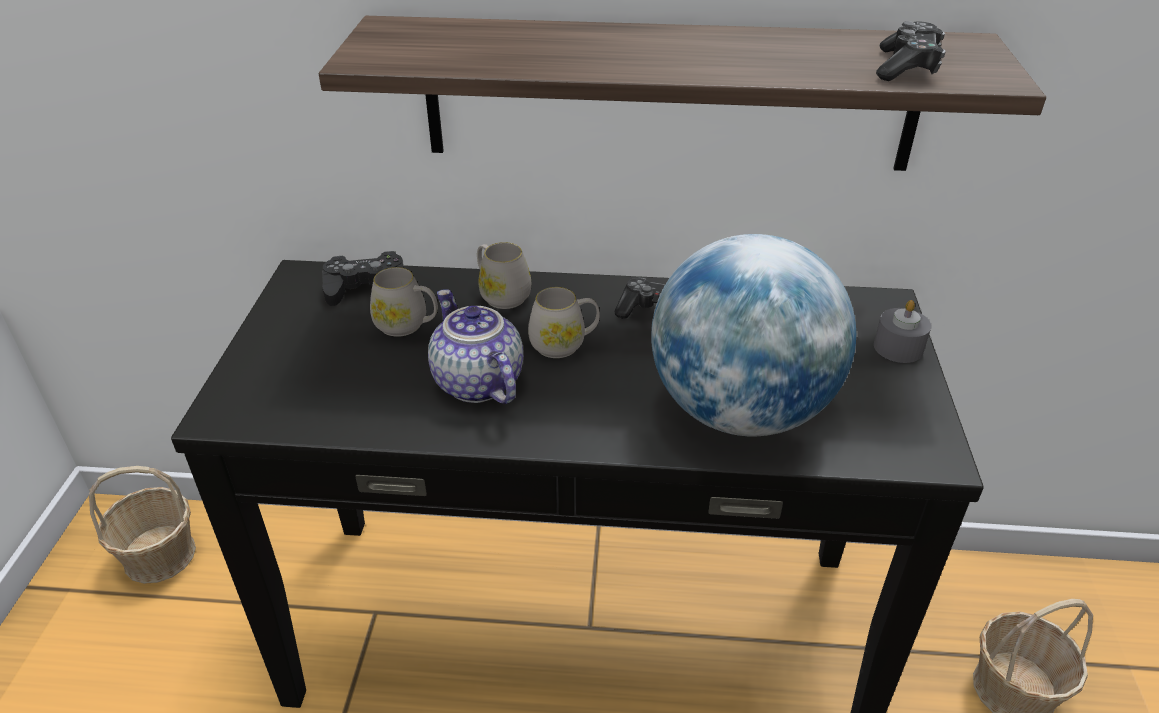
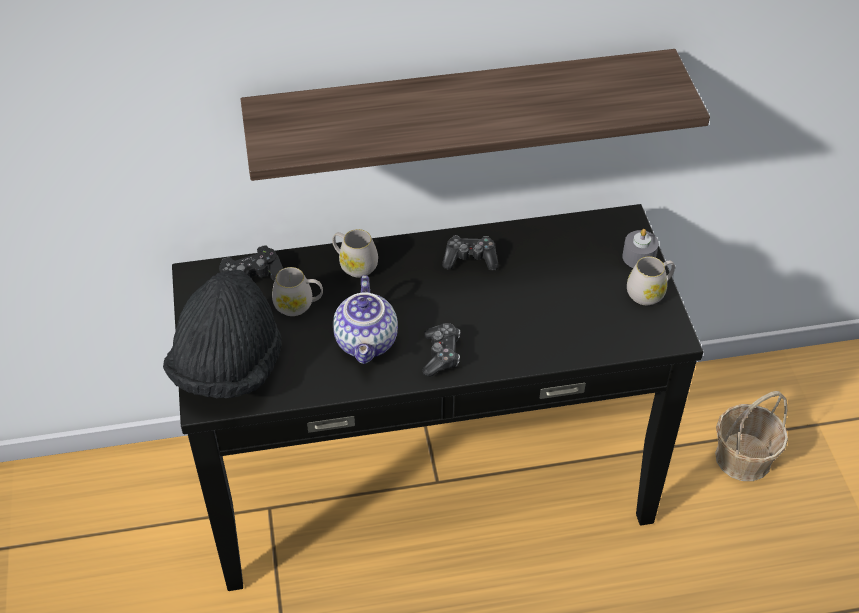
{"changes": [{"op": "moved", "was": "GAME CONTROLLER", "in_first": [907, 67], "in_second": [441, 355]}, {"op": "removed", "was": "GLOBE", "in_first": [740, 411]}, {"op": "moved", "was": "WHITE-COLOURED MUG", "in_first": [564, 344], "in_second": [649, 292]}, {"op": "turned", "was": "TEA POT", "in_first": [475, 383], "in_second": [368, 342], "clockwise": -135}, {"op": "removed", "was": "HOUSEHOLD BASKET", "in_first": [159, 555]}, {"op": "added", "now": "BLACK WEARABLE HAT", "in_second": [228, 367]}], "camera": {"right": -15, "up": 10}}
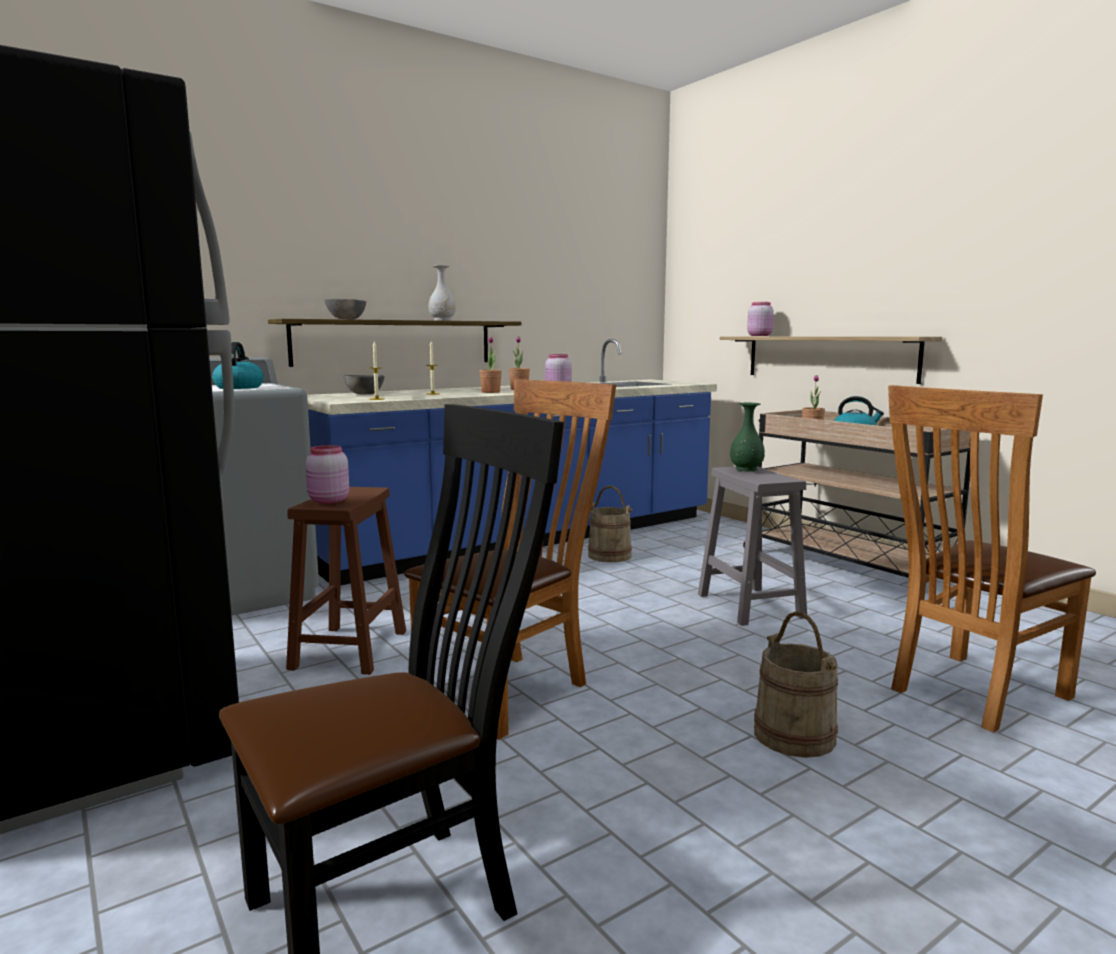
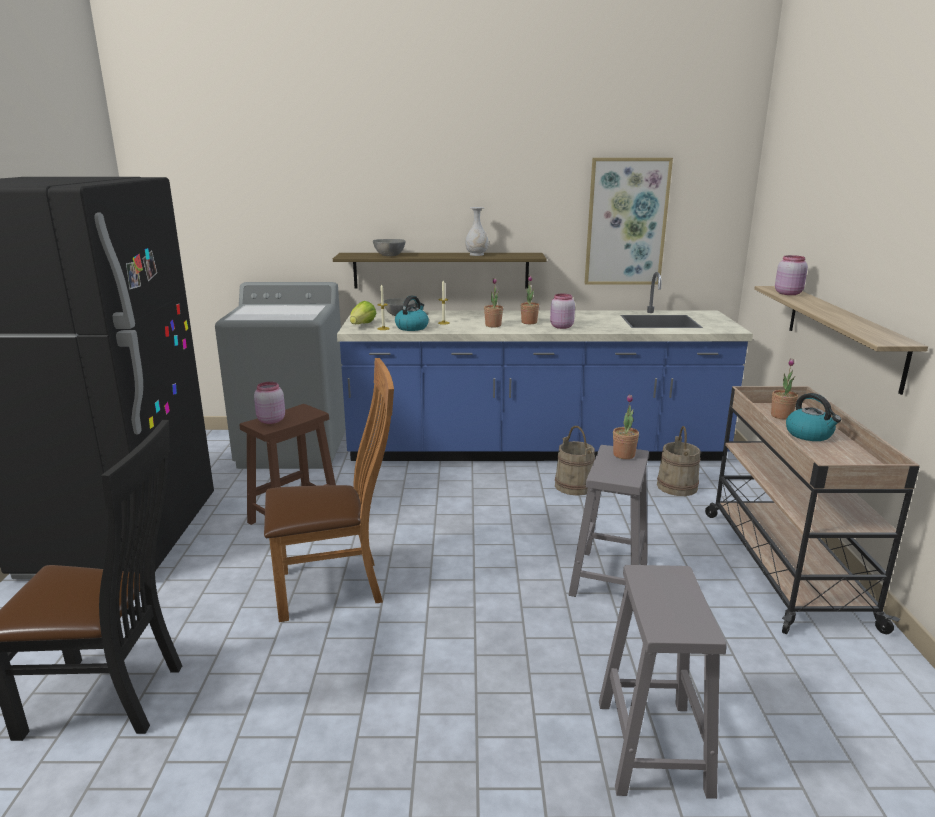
{"changes": [{"op": "moved", "was": "KETTLE", "in_first": [239, 387], "in_second": [412, 327]}, {"op": "replaced", "was": "BROWNISH PLAIN CHAIR", "now": "GRAY STOOL", "in_first": [970, 693], "in_second": [652, 745]}, {"op": "replaced", "was": "GREEN VASE", "now": "POTTED PLANT", "in_first": [746, 469], "in_second": [624, 455]}, {"op": "moved", "was": "BEIGE-COLOURED WATER BUCKET", "in_first": [794, 735], "in_second": [677, 486]}, {"op": "added", "now": "PICTURE", "in_second": [626, 222]}, {"op": "added", "now": "LETTUCE HEAD", "in_second": [362, 325]}], "camera": {"right": 35, "up": 10}}
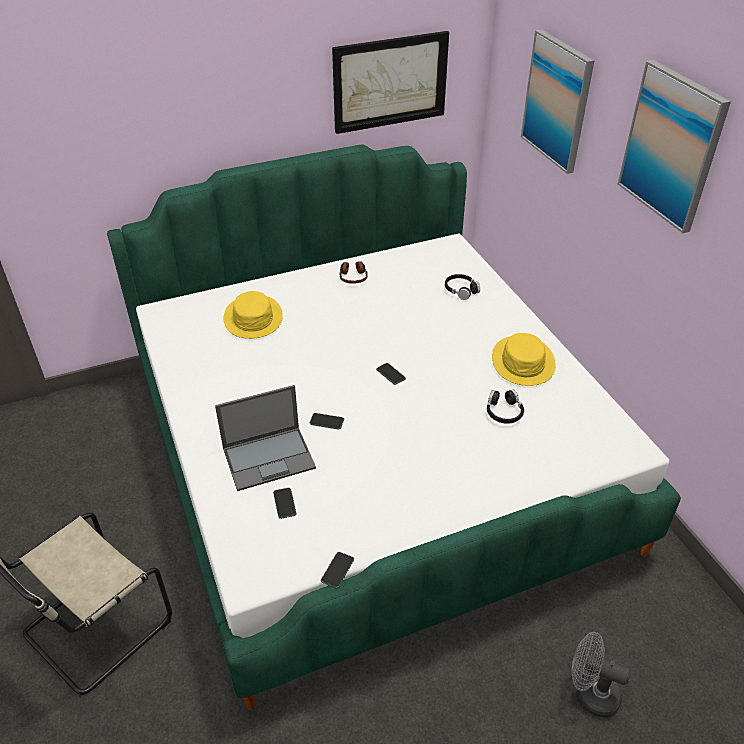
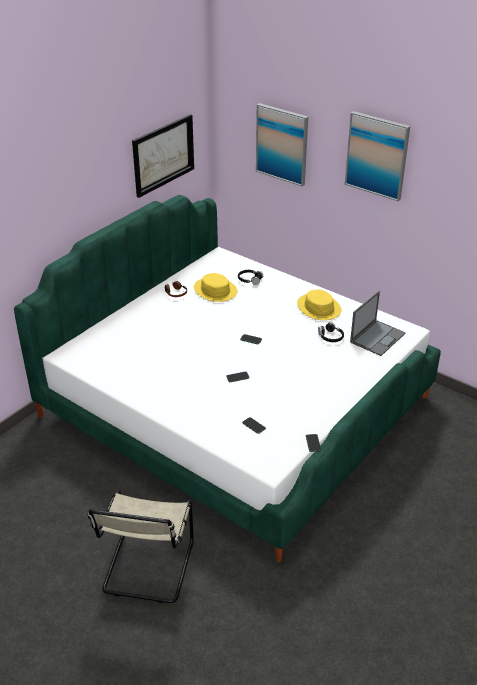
{"changes": [{"op": "moved", "was": "YELLOW-COLOURED WEARABLE HAT", "in_first": [253, 318], "in_second": [215, 290]}, {"op": "moved", "was": "PORTABLE COMPUTER", "in_first": [270, 457], "in_second": [377, 337]}, {"op": "removed", "was": "GRAY FAN", "in_first": [590, 693]}], "camera": {"right": -30, "up": -5}}
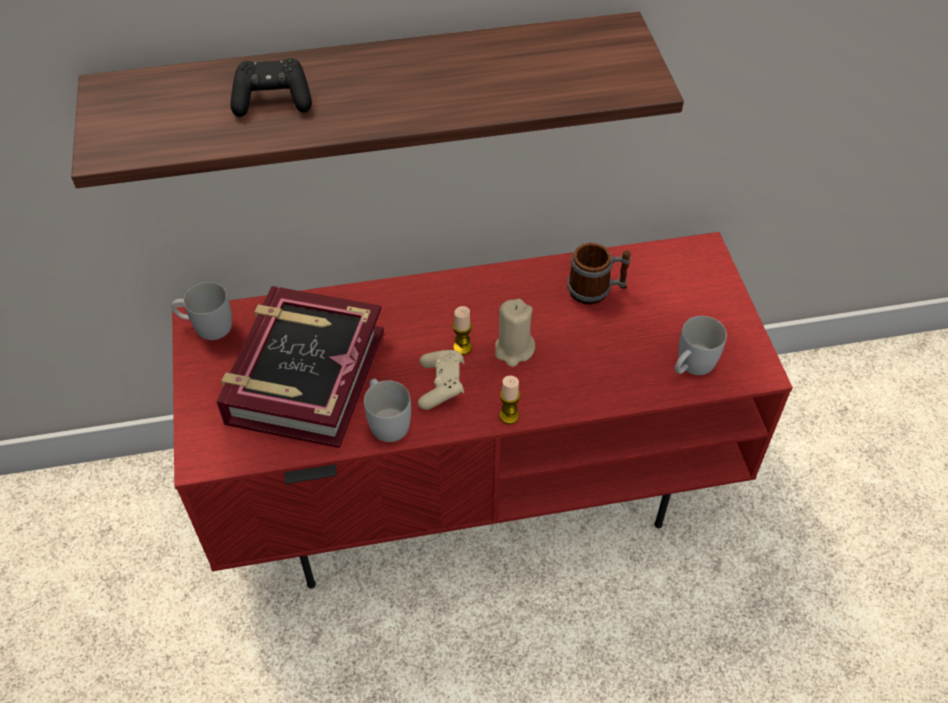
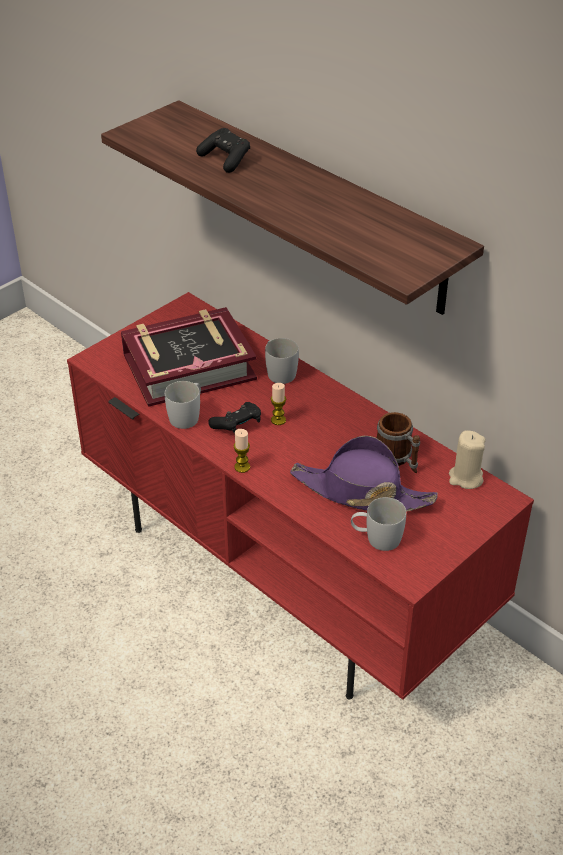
{"changes": [{"op": "moved", "was": "WHITE-COLOURED MUG", "in_first": [206, 326], "in_second": [279, 372]}, {"op": "moved", "was": "BEIGE-COLOURED WAX LIGHT", "in_first": [514, 350], "in_second": [465, 478]}, {"op": "recoloured", "was": "BEIGE-COLOURED GAME CONTROLLER", "now": "BLACK GAME CONTROLLER", "in_first": [441, 385], "in_second": [237, 426]}, {"op": "added", "now": "PURPLE WEARABLE HAT", "in_second": [361, 492]}], "camera": {"right": 55, "up": -10}}
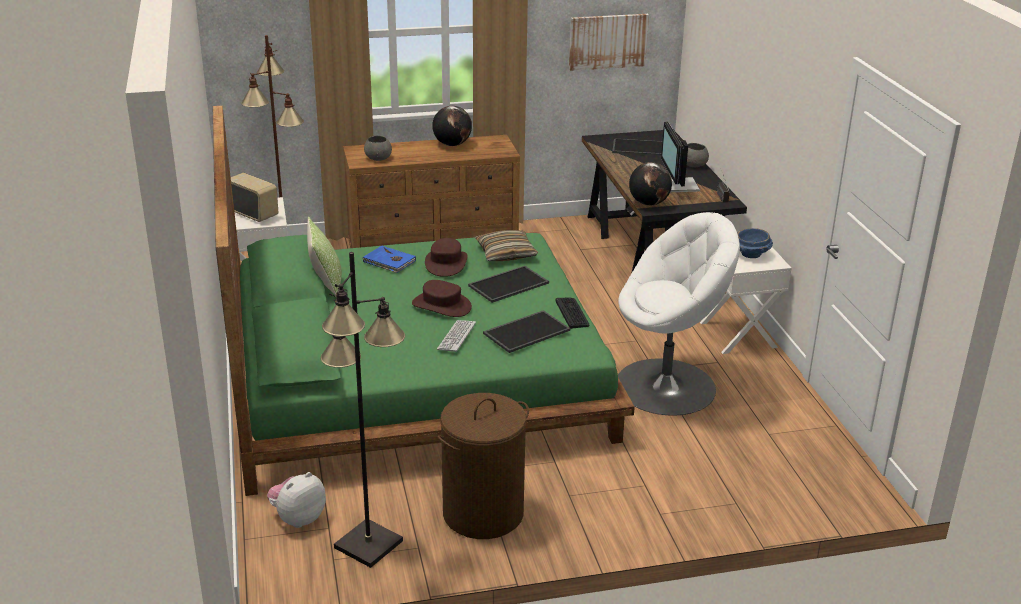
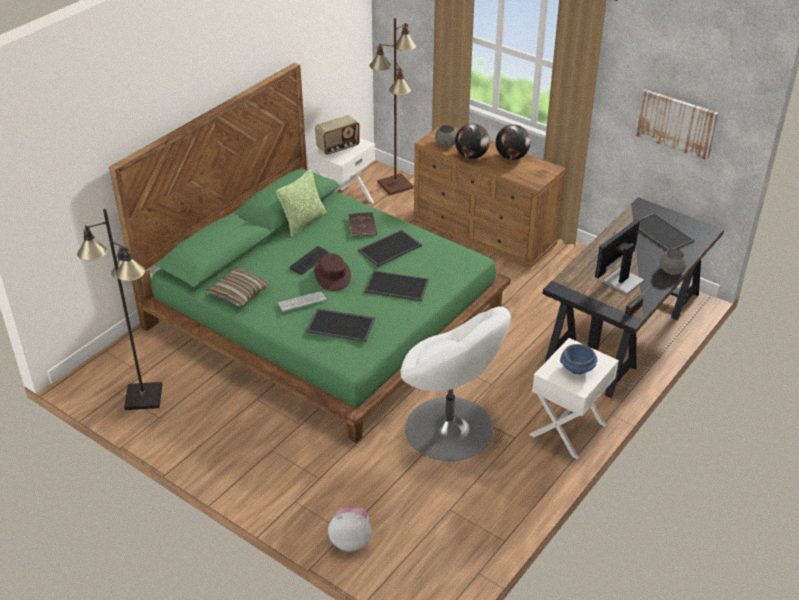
{"changes": [{"op": "moved", "was": "GLOBE", "in_first": [648, 203], "in_second": [471, 156]}, {"op": "turned", "was": "RADIO SET", "in_first": [253, 214], "in_second": [338, 148], "clockwise": 60}, {"op": "moved", "was": "CUSHION", "in_first": [506, 253], "in_second": [239, 293]}, {"op": "replaced", "was": "BROWNISH WEARABLE HAT", "now": "TRAY", "in_first": [446, 263], "in_second": [389, 247]}, {"op": "recoloured", "was": "BLUISH BOOK", "now": "BROWNISH BOOK", "in_first": [389, 262], "in_second": [361, 226]}, {"op": "moved", "was": "PC KEYBOARD", "in_first": [572, 313], "in_second": [309, 261]}, {"op": "removed", "was": "BROWNISH HAMPER", "in_first": [483, 514]}, {"op": "moved", "was": "SOFT TOY", "in_first": [298, 518], "in_second": [351, 540]}], "camera": {"right": 50, "up": 10}}
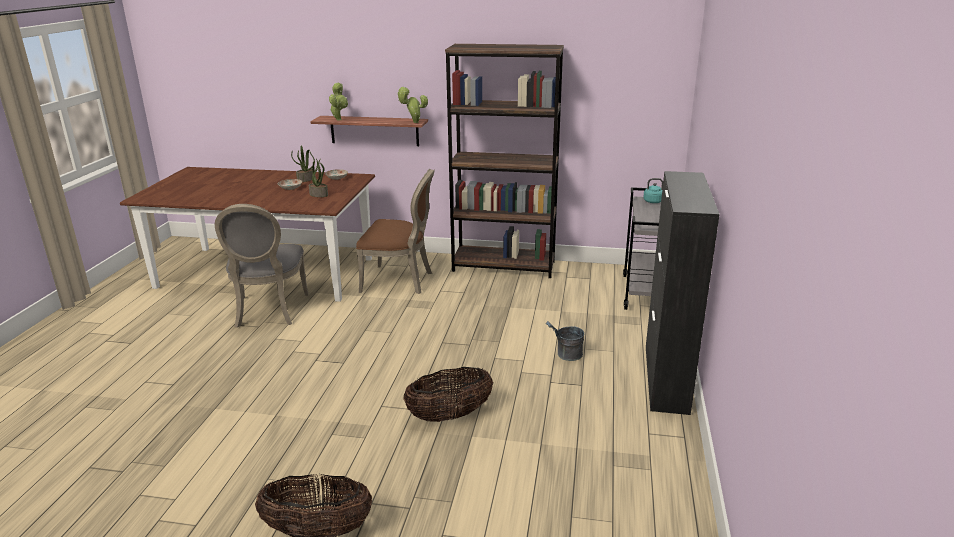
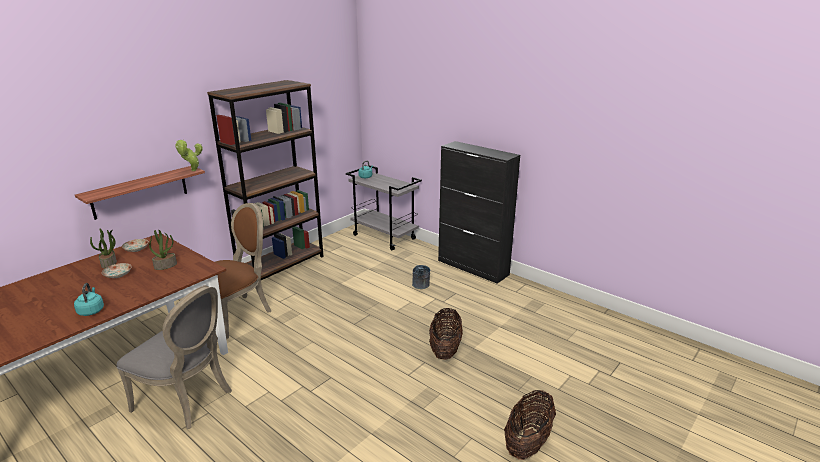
{"changes": [{"op": "removed", "was": "POTTED PLANT", "in_first": [339, 119]}, {"op": "added", "now": "BLUE-GREEN KETTLE", "in_second": [91, 310]}], "camera": {"right": -60, "up": 0}}
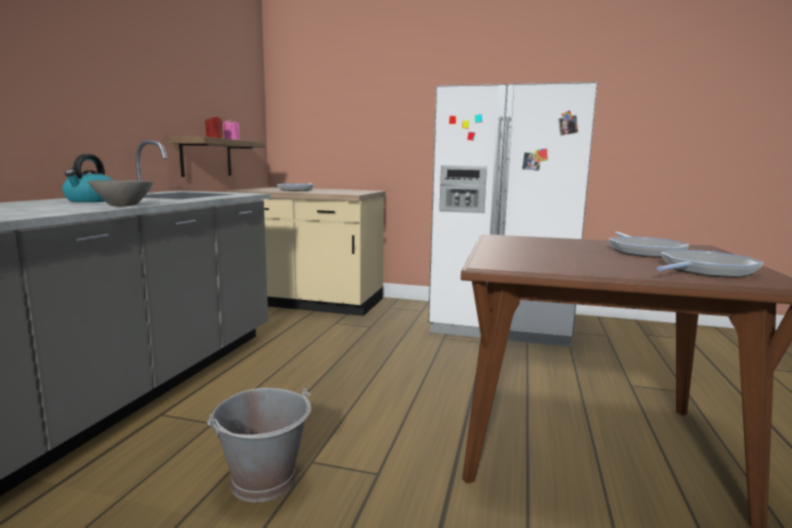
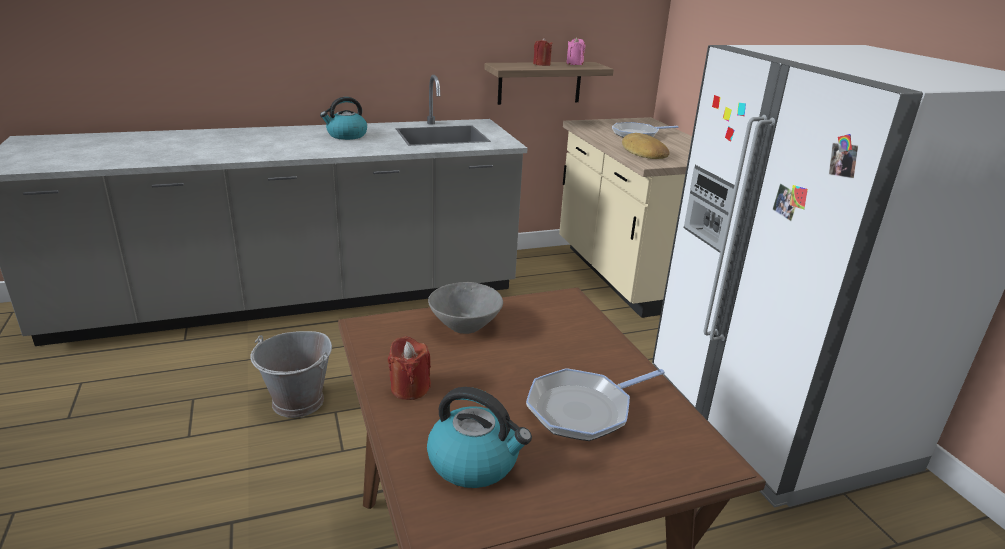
{"changes": [{"op": "moved", "was": "GRAY DEEP DISH", "in_first": [123, 205], "in_second": [466, 326]}, {"op": "replaced", "was": "SKILLET", "now": "KETTLE", "in_first": [704, 270], "in_second": [475, 462]}, {"op": "added", "now": "BREAD", "in_second": [643, 152]}, {"op": "added", "now": "REDDISH WAX LIGHT", "in_second": [409, 388]}], "camera": {"right": 55, "up": 15}}
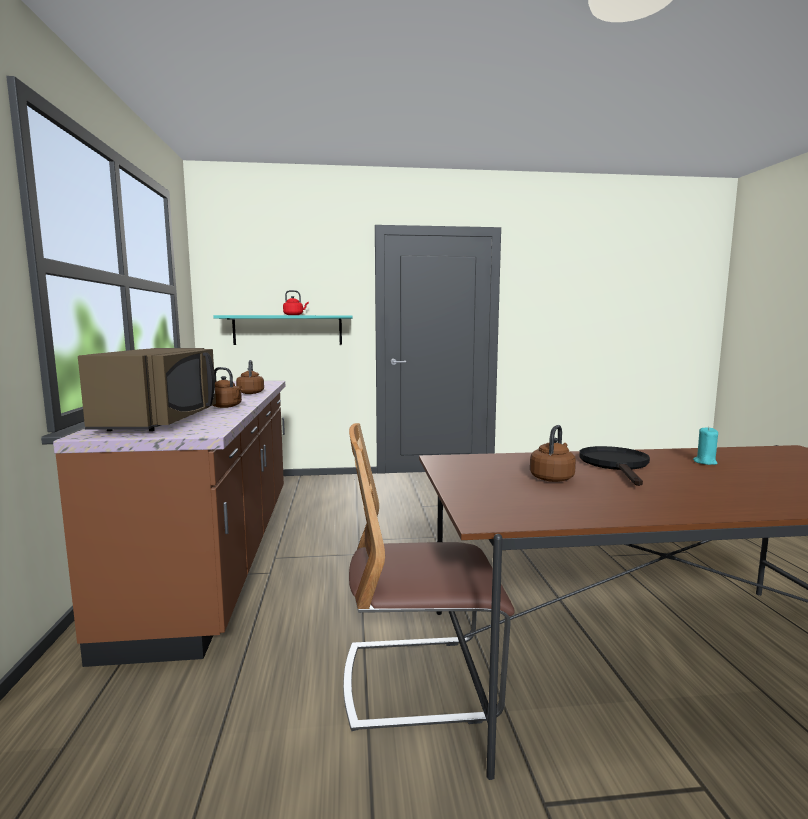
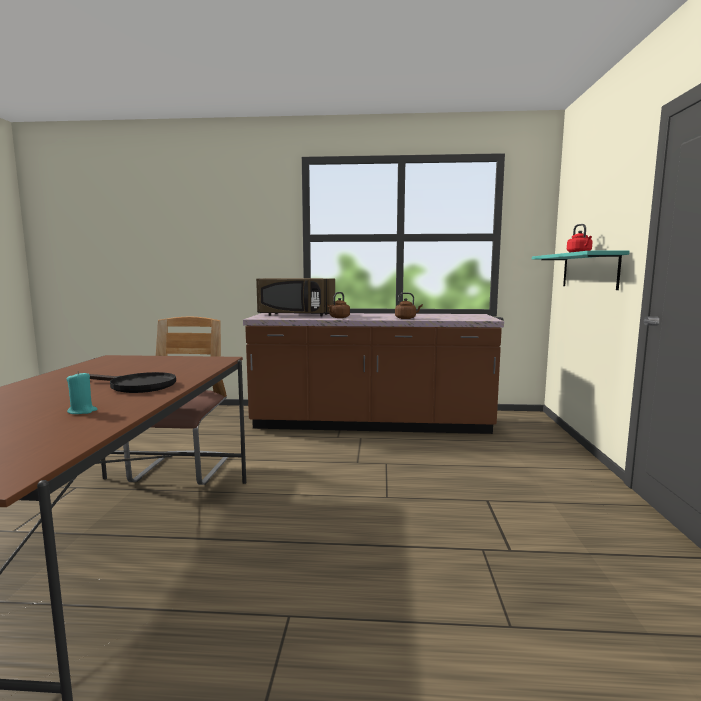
{"changes": [{"op": "removed", "was": "BROWNISH KETTLE", "in_first": [552, 478]}], "camera": {"right": 100, "up": 0}}
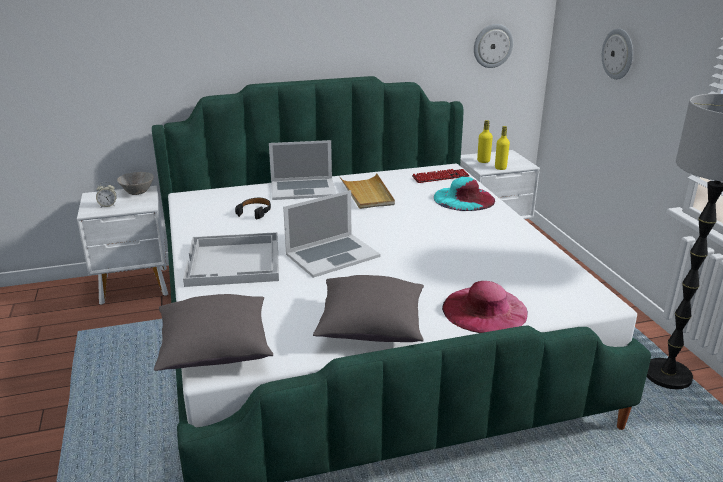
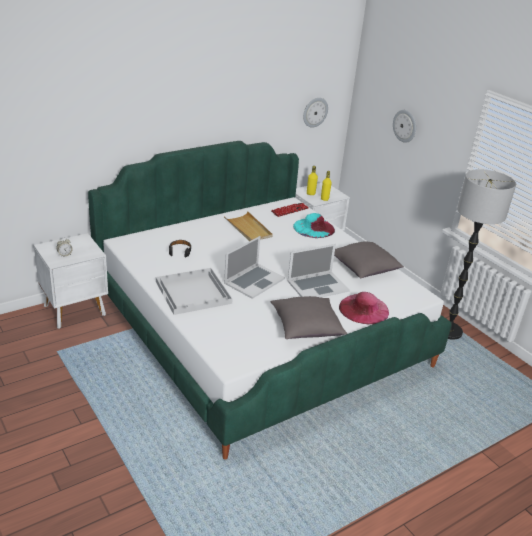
{"changes": [{"op": "moved", "was": "PORTABLE COMPUTER", "in_first": [303, 189], "in_second": [317, 286]}, {"op": "removed", "was": "GRAY DEEP DISH", "in_first": [137, 192]}, {"op": "moved", "was": "GRAY CUSHION", "in_first": [215, 350], "in_second": [364, 269]}], "camera": {"right": -20, "up": 5}}
